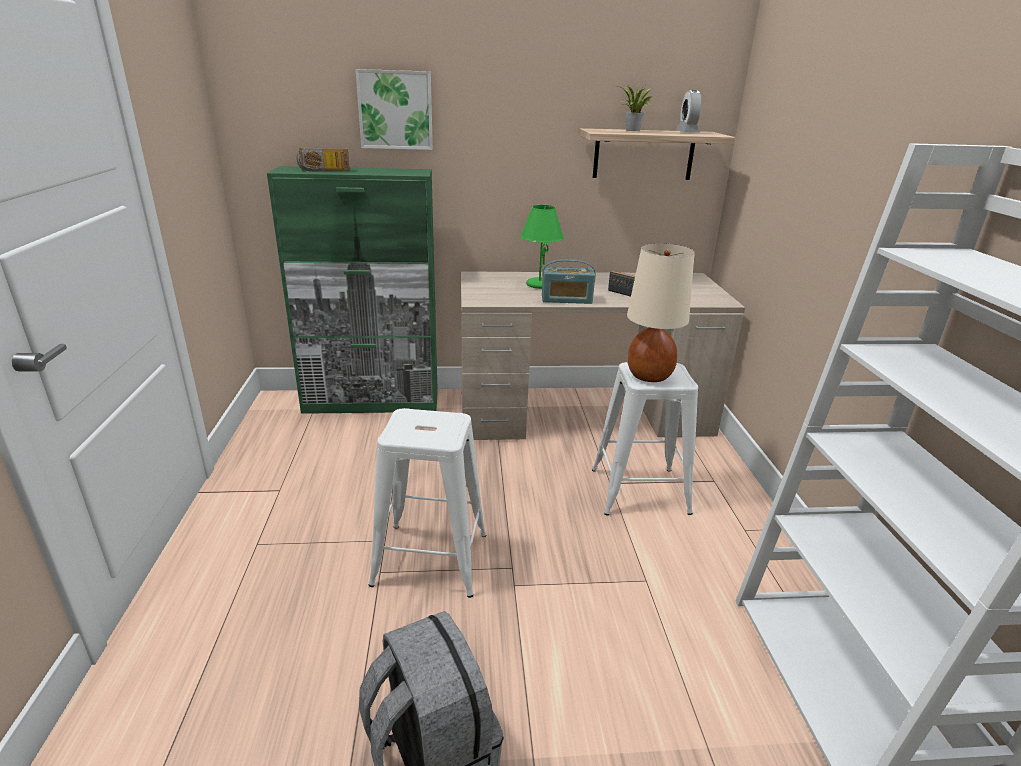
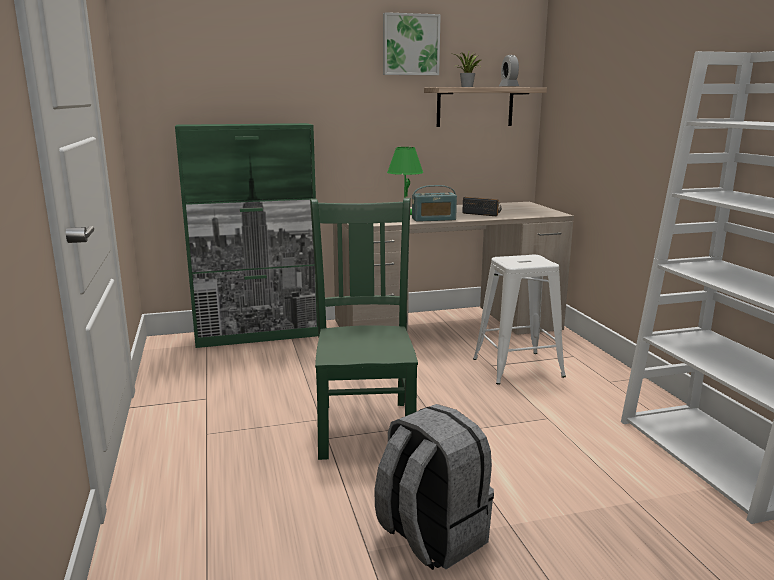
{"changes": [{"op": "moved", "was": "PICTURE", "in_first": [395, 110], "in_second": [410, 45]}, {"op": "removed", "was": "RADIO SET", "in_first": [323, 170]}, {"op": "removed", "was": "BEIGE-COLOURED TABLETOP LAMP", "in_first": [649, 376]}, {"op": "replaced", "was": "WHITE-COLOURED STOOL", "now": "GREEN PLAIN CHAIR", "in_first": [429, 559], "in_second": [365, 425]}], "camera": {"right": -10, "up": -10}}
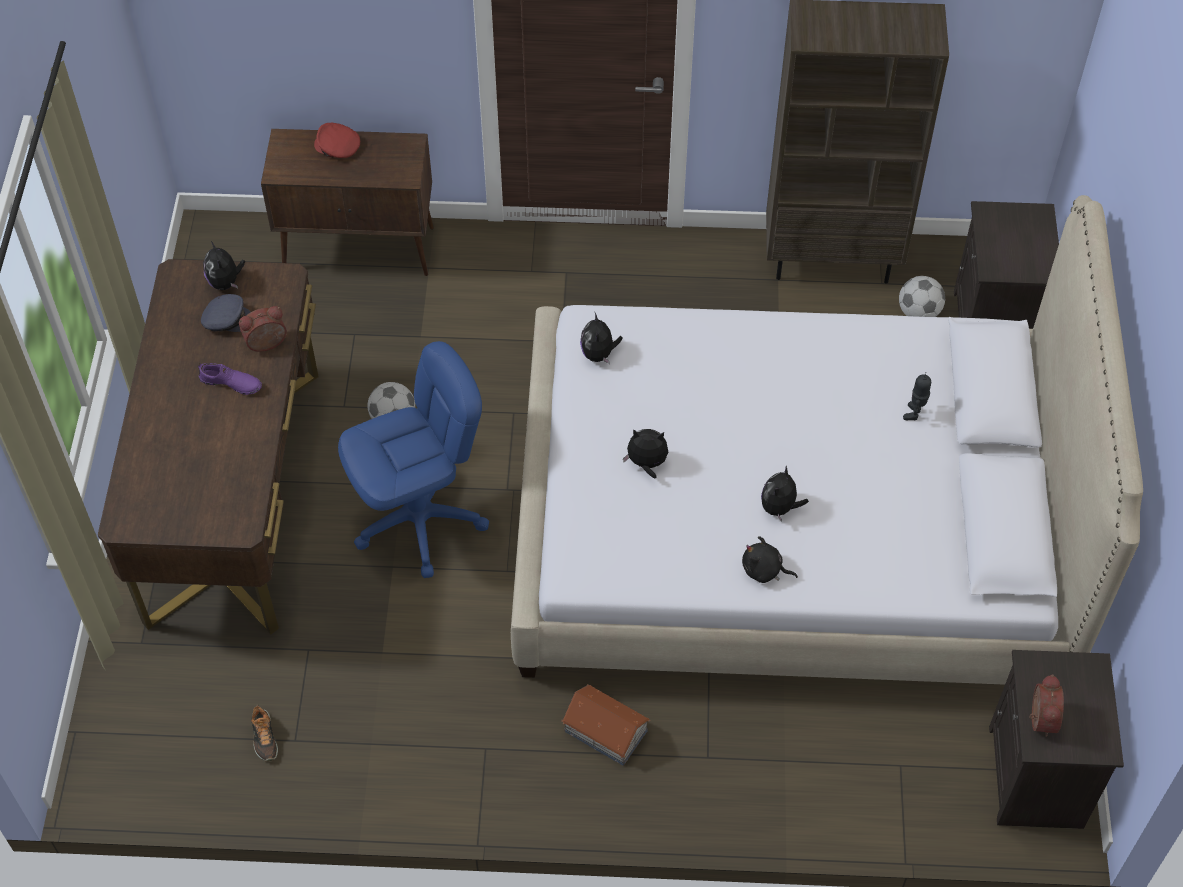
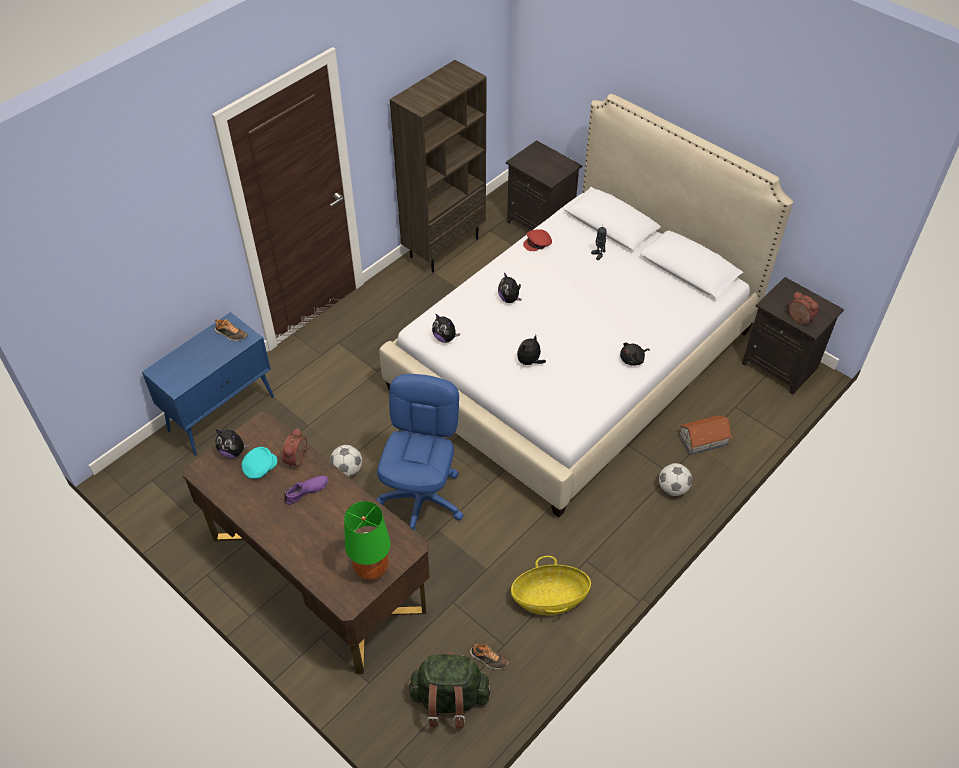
{"changes": [{"op": "moved", "was": "REDDISH CAP", "in_first": [337, 147], "in_second": [538, 243]}, {"op": "recoloured", "was": "BROWNISH STORAGE CABINET", "now": "BLUISH STORAGE CABINET", "in_first": [360, 249], "in_second": [222, 413]}, {"op": "moved", "was": "BALL FOR FOOTBALL", "in_first": [918, 313], "in_second": [673, 488]}, {"op": "recoloured", "was": "GRAY CAP", "now": "BLUE-GREEN CAP", "in_first": [226, 319], "in_second": [259, 466]}, {"op": "moved", "was": "SOFT TOY", "in_first": [779, 508], "in_second": [509, 299]}, {"op": "moved", "was": "MODEL HOUSE", "in_first": [606, 731], "in_second": [703, 439]}, {"op": "added", "now": "SHOE", "in_second": [231, 334]}, {"op": "added", "now": "GREEN TABLETOP LAMP", "in_second": [371, 569]}, {"op": "added", "now": "HOUSEHOLD BASKET", "in_second": [549, 598]}, {"op": "added", "now": "GREEN KNAPSACK", "in_second": [449, 699]}], "camera": {"right": -50, "up": -5}}
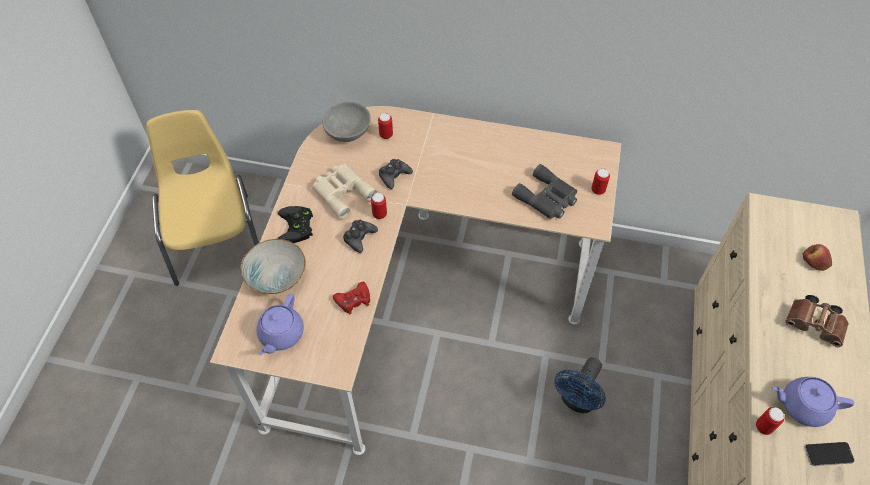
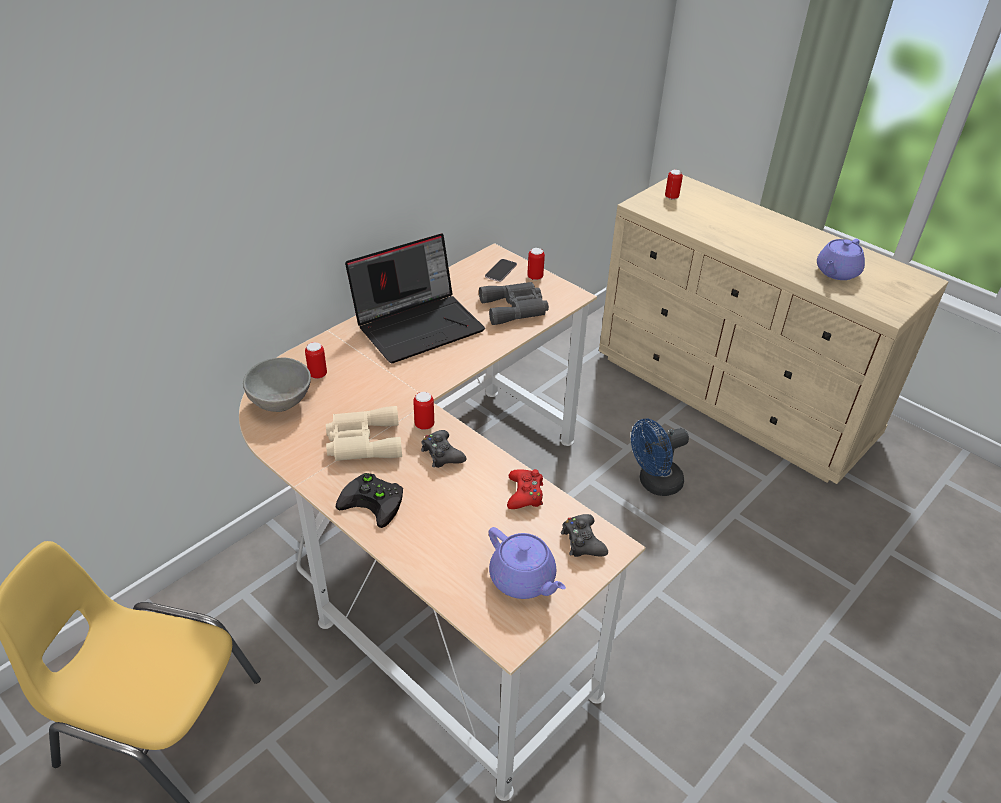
{"changes": [{"op": "moved", "was": "BLACK GAME CONTROLLER", "in_first": [394, 176], "in_second": [582, 541]}, {"op": "removed", "was": "DEEP DISH", "in_first": [275, 276]}, {"op": "removed", "was": "APPLE", "in_first": [815, 261]}, {"op": "removed", "was": "BROWNISH PAIR OF BINOCULARS", "in_first": [815, 326]}, {"op": "turned", "was": "BLUISH FAN", "in_first": [577, 401], "in_second": [654, 483], "clockwise": 90}, {"op": "moved", "was": "CAN", "in_first": [763, 427], "in_second": [671, 197]}, {"op": "moved", "was": "HANDSET", "in_first": [828, 454], "in_second": [501, 271]}, {"op": "added", "now": "PORTABLE COMPUTER", "in_second": [419, 324]}], "camera": {"right": -60, "up": -15}}
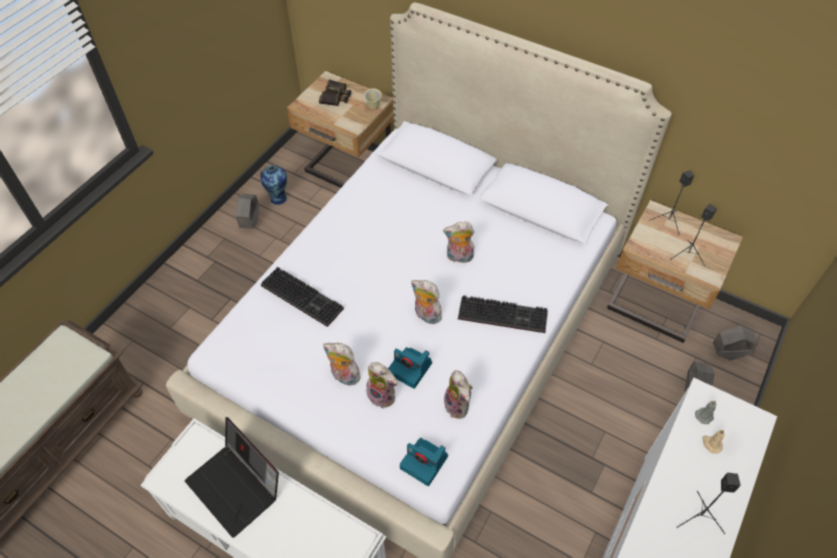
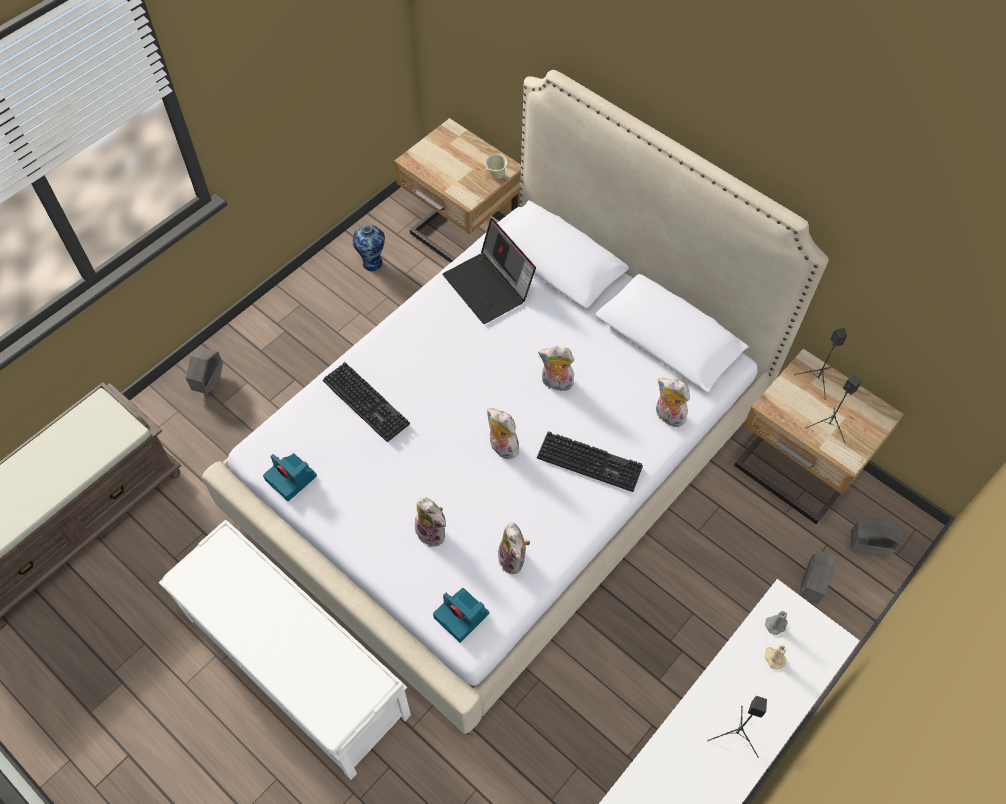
{"changes": [{"op": "removed", "was": "PAIR OF BINOCULARS", "in_first": [336, 97]}, {"op": "moved", "was": "GRAY FLOWER POT", "in_first": [251, 223], "in_second": [210, 383]}, {"op": "moved", "was": "SOFT TOY", "in_first": [343, 376], "in_second": [667, 416]}, {"op": "moved", "was": "STILL CAMERA", "in_first": [411, 368], "in_second": [292, 478]}, {"op": "moved", "was": "PORTABLE COMPUTER", "in_first": [237, 487], "in_second": [489, 287]}], "camera": {"right": 10, "up": 5}}
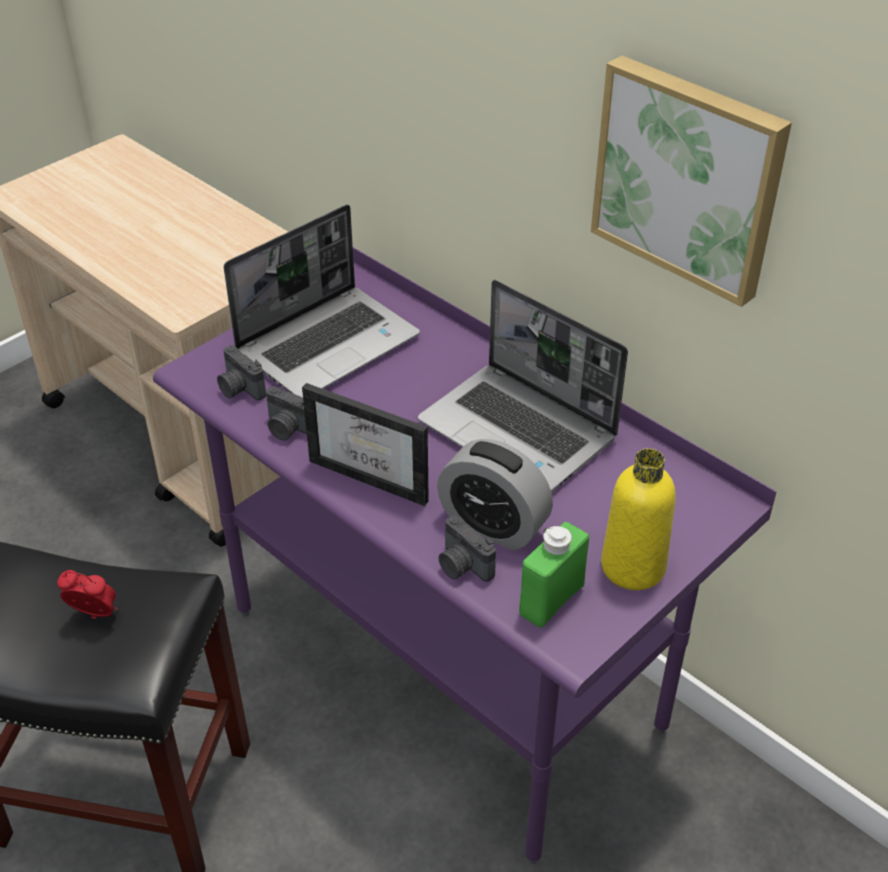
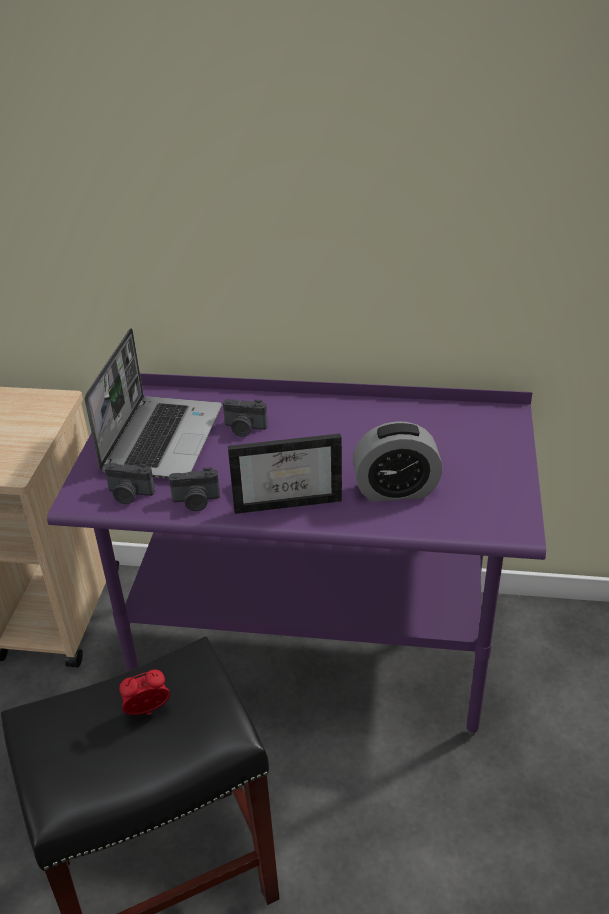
{"changes": [{"op": "removed", "was": "PICTURE", "in_first": [689, 177]}, {"op": "removed", "was": "PORTABLE COMPUTER", "in_first": [520, 431]}, {"op": "removed", "was": "YELLOW-COLOURED BOTTLE", "in_first": [633, 567]}, {"op": "moved", "was": "STILL CAMERA", "in_first": [462, 566], "in_second": [244, 428]}, {"op": "removed", "was": "GREEN BOTTLE", "in_first": [551, 600]}], "camera": {"right": -35, "up": -5}}
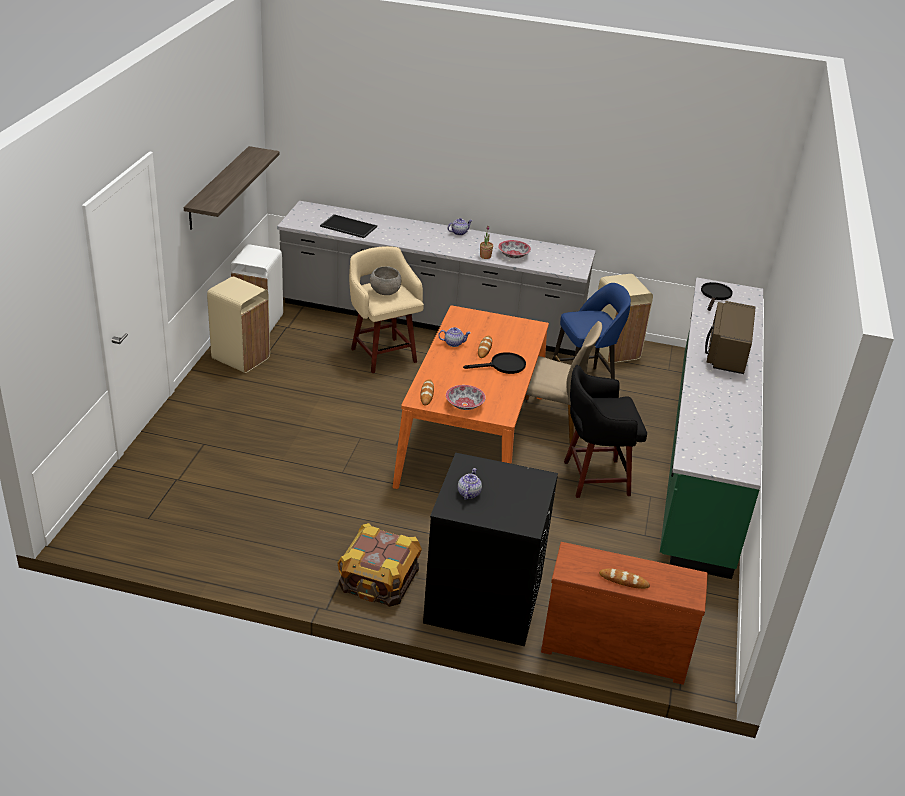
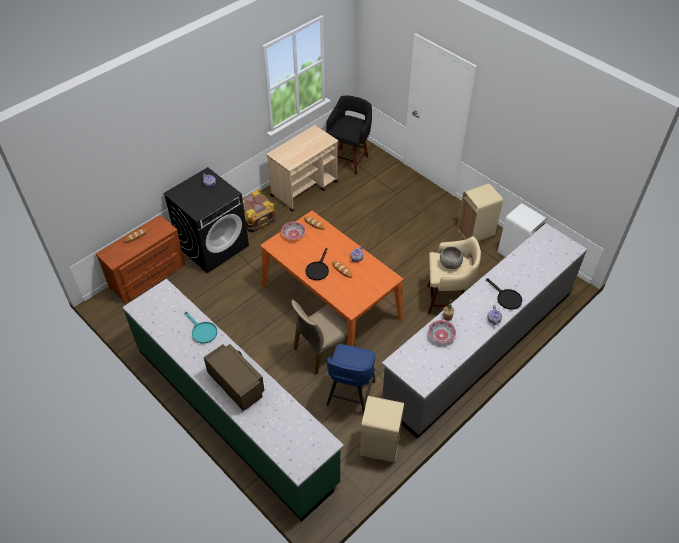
{"changes": [{"op": "removed", "was": "SHELF", "in_first": [218, 187]}, {"op": "removed", "was": "TRAY", "in_first": [347, 227]}, {"op": "moved", "was": "BLACK SKILLET", "in_first": [715, 295], "in_second": [506, 298]}, {"op": "moved", "was": "BLACK STOOL", "in_first": [593, 478], "in_second": [349, 160]}, {"op": "added", "now": "BEIGE-COLOURED WHEELED CART", "in_second": [305, 188]}, {"op": "added", "now": "BLUE-GREEN SKILLET", "in_second": [202, 331]}], "camera": {"right": 125, "up": 15}}
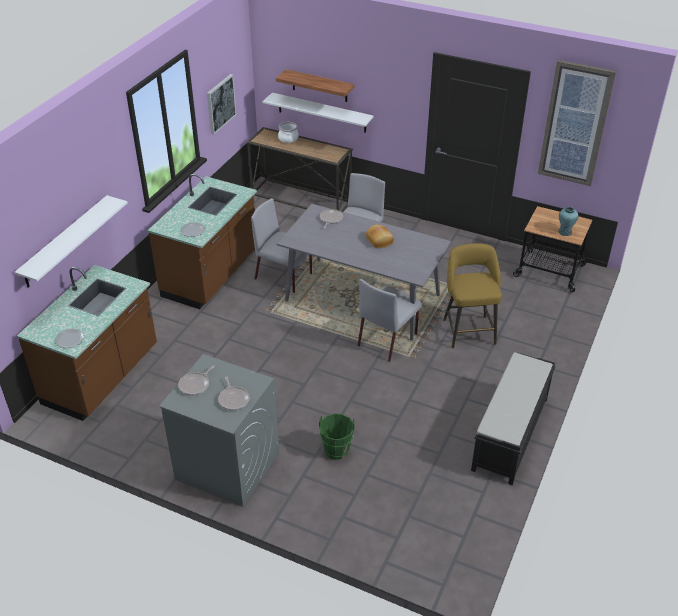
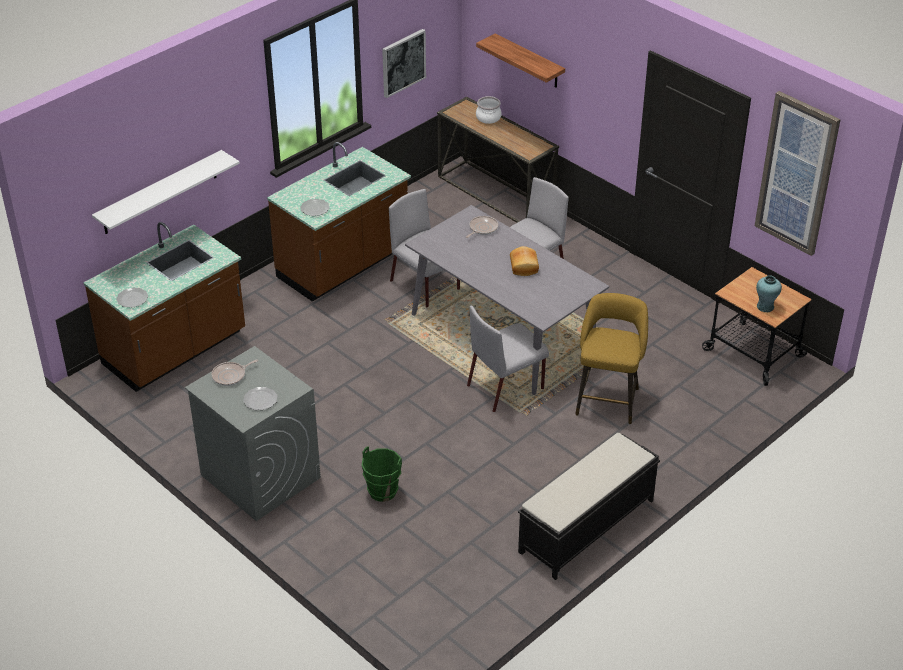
{"changes": [{"op": "removed", "was": "WHITE-COLOURED SHELF", "in_first": [322, 112]}, {"op": "replaced", "was": "SKILLET", "now": "FLAT DISH", "in_first": [233, 399], "in_second": [261, 399]}], "camera": {"right": 20, "up": 0}}
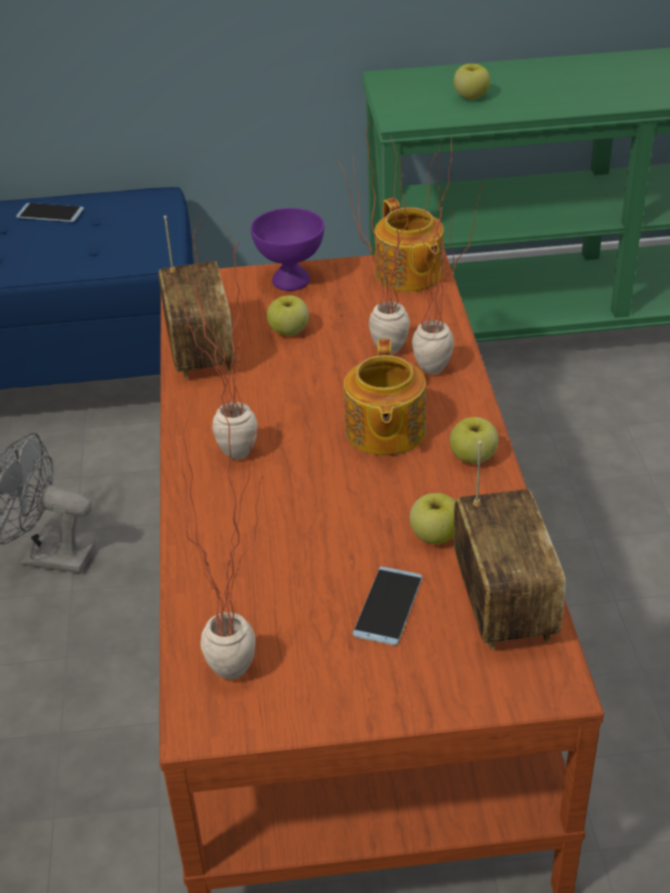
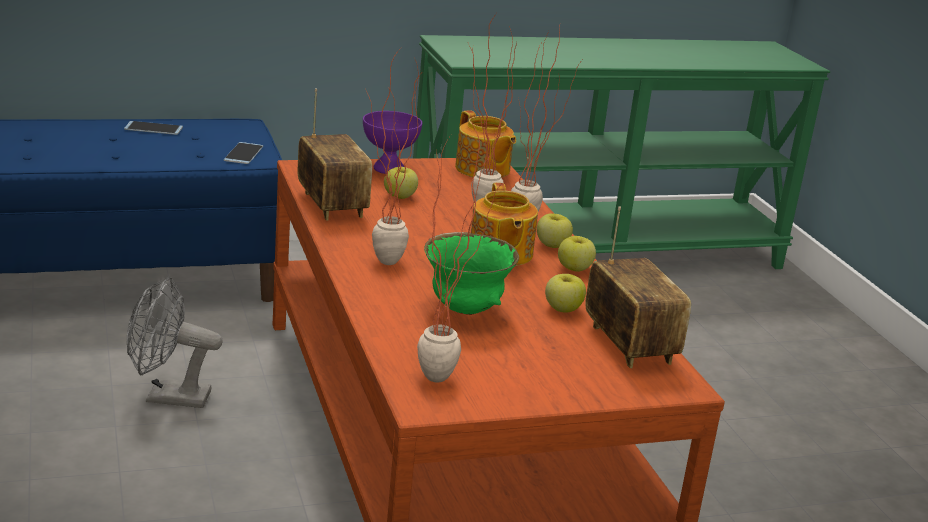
{"changes": [{"op": "moved", "was": "APPLE", "in_first": [470, 97], "in_second": [552, 245]}, {"op": "moved", "was": "HANDSET", "in_first": [388, 606], "in_second": [243, 154]}, {"op": "added", "now": "GREEN DEEP DISH", "in_second": [465, 310]}], "camera": {"right": -15, "up": -15}}
